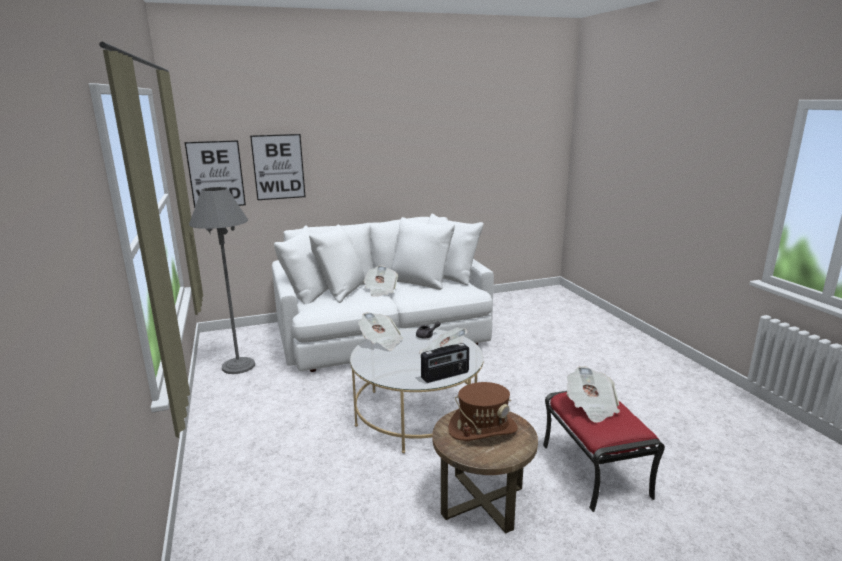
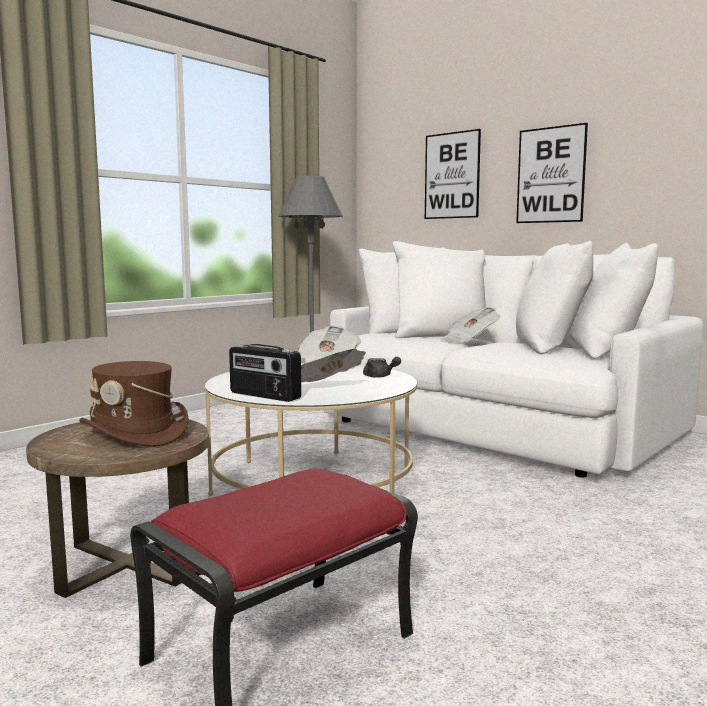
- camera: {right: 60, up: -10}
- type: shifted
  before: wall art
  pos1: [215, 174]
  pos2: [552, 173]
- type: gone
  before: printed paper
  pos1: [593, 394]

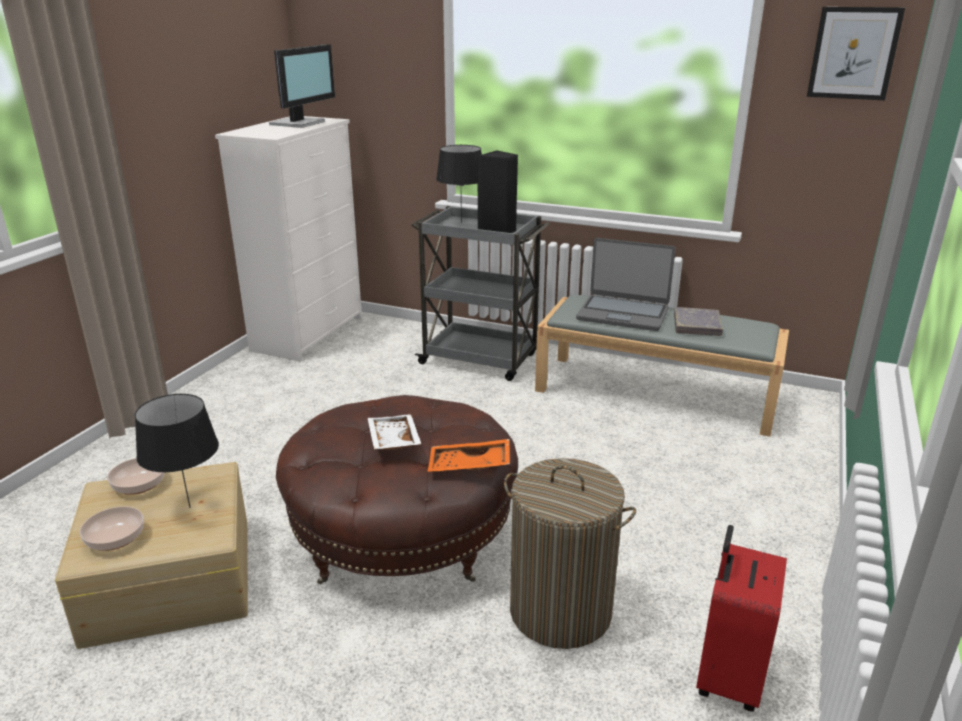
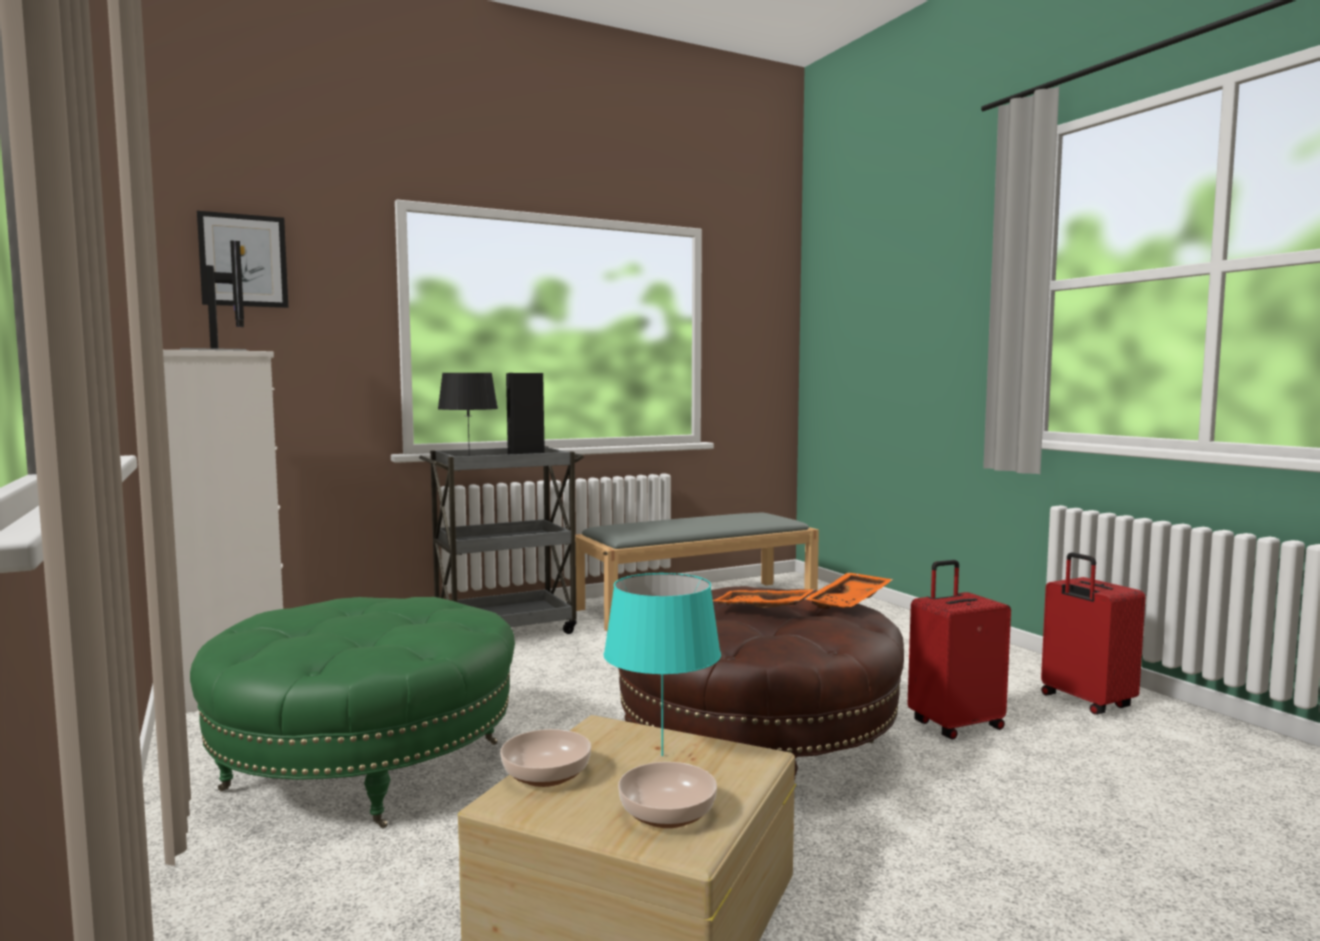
- camera: {right: -50, up: -20}
- type: new
  after: green ottoman
  pos2: [352, 712]
- type: shifted
  before: wall art
  pos1: [856, 53]
  pos2: [242, 259]
- type: repainted
  before: black lamp for a table
  after: turquoise-coloured lamp for a table
  pos1: [177, 451]
  pos2: [662, 664]
- type: repainted
  before: whitish carrying tray
  after: orange-coloured carrying tray
  pos1: [394, 432]
  pos2: [764, 598]
- type: swapped
  before: washing basket
  after: red-coloured piece of luggage
  pos1: [570, 553]
  pos2: [959, 650]
- type: gone
  before: notebook computer
  pos1: [626, 284]
- type: gone
  before: greyish bound book
  pos1: [698, 321]

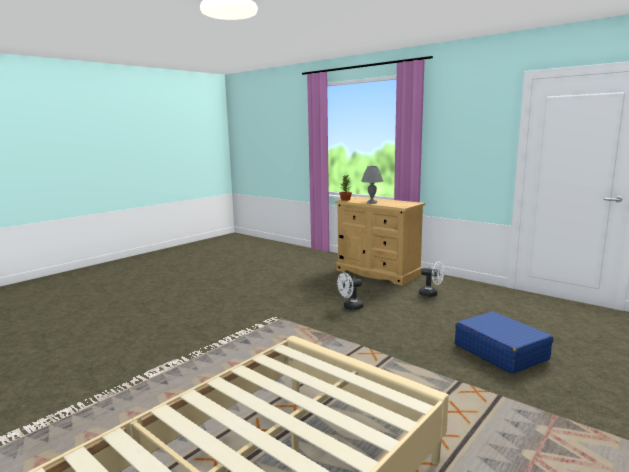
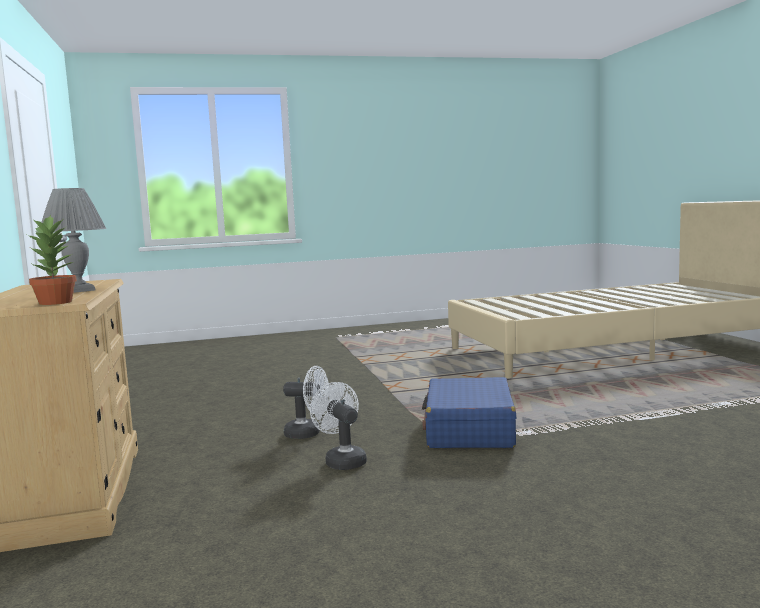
- camera: {right: -145, up: -5}
- type: shifted
  before: whitish electric fan
  pos1: [431, 279]
  pos2: [338, 426]
- type: shifted
  before: bluish piece of luggage
  pos1: [504, 342]
  pos2: [469, 412]

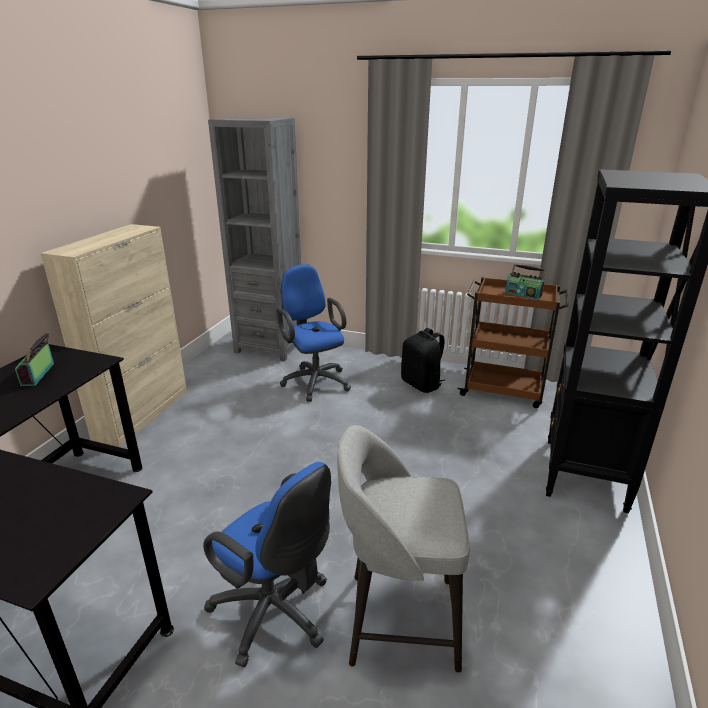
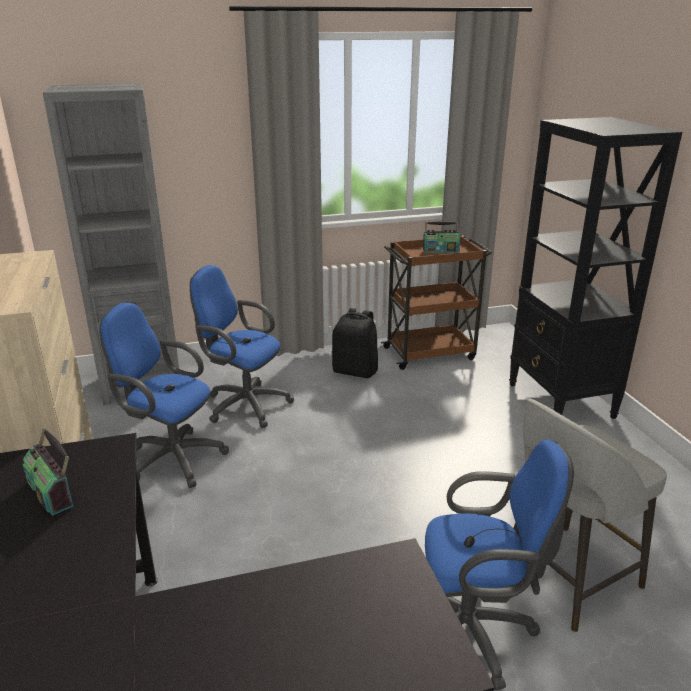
- camera: {right: -35, up: 0}
- type: new
  after: bluish desk chair
  pos2: [164, 395]

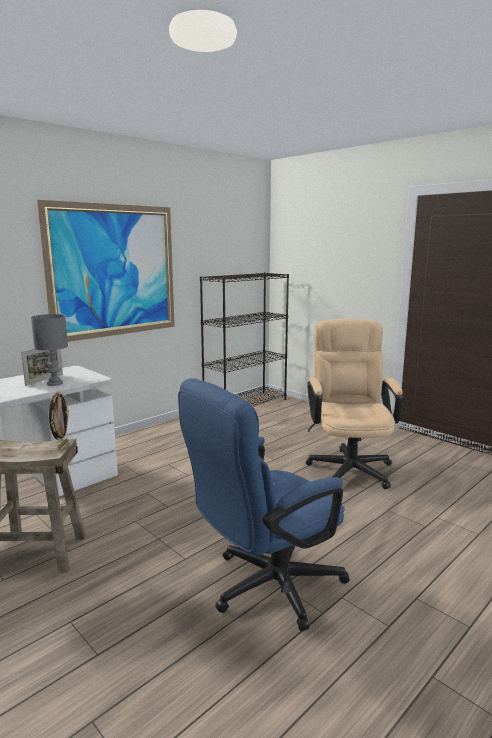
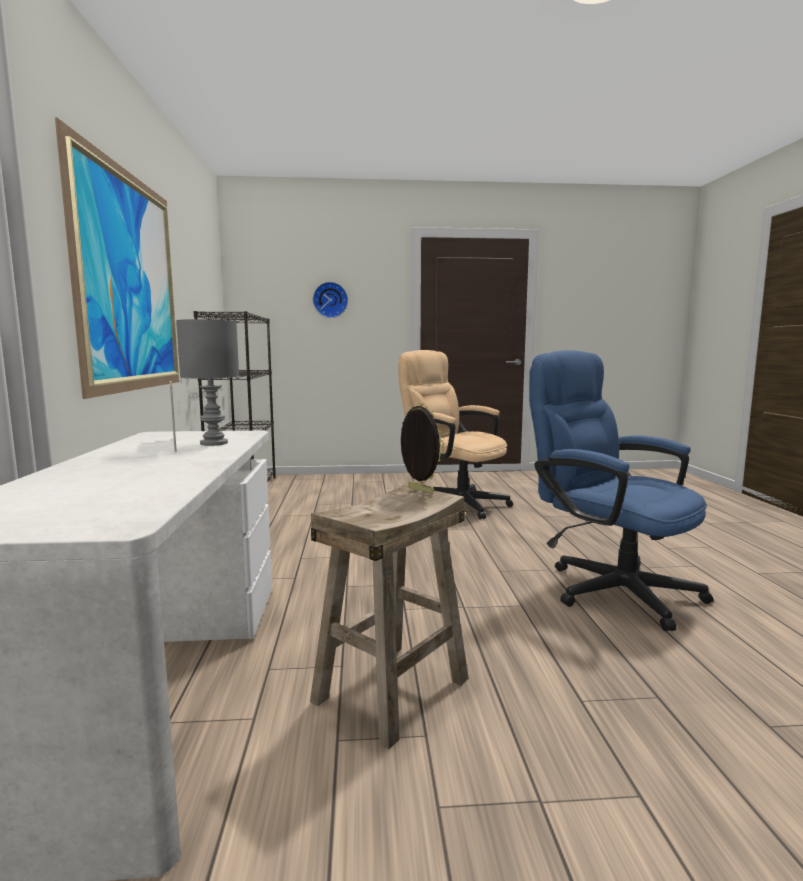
- camera: {right: -50, up: -5}
- type: new
  after: hanging clock
  pos2: [330, 300]
- type: rotated
  before: bluish desk chair
  pos1: [263, 504]
  pos2: [621, 490]
  turn: 135

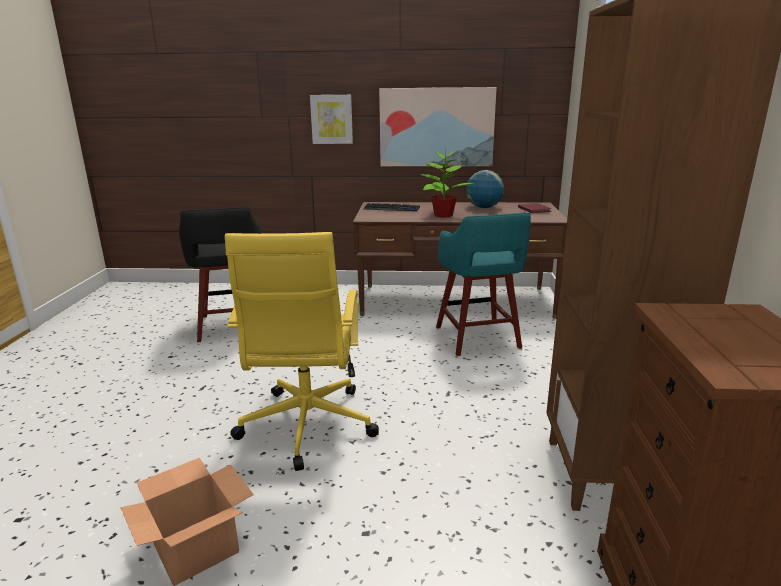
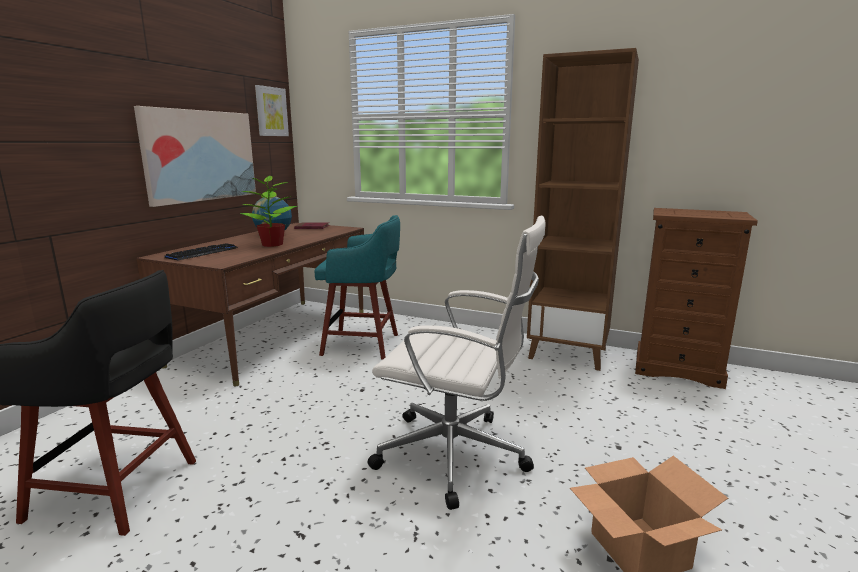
- camera: {right: -70, up: -5}
- type: shifted
  before: wall art
  pos1: [331, 119]
  pos2: [272, 110]
- type: repainted
  before: yellow-coloured desk chair
  after: whitish desk chair
  pos1: [302, 351]
  pos2: [456, 363]

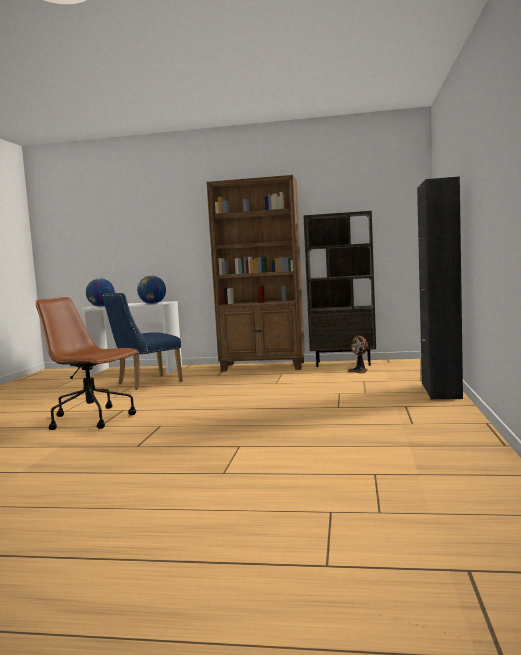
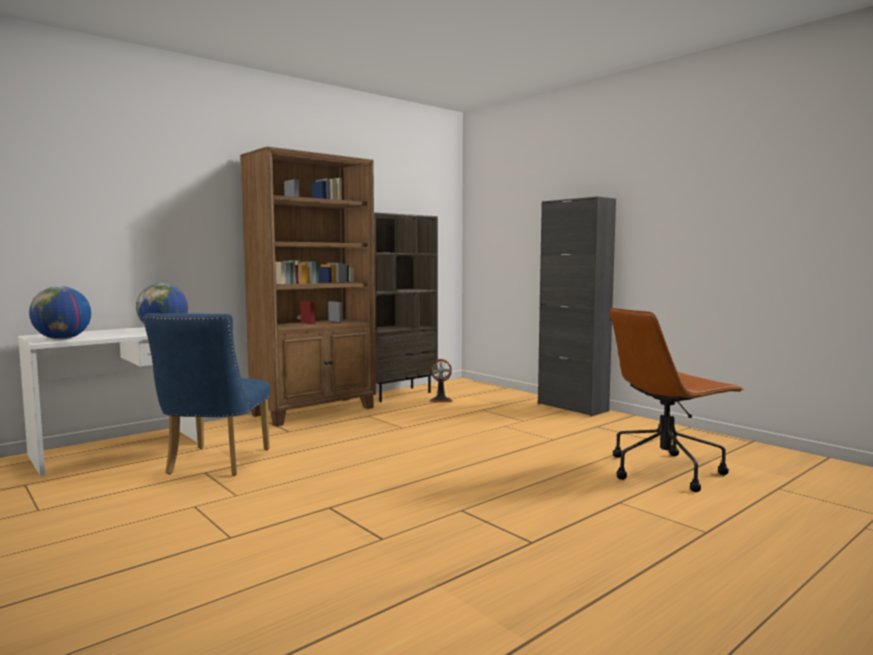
- camera: {right: -50, up: 0}
- type: shifted
  before: brownish desk chair
  pos1: [87, 363]
  pos2: [677, 400]

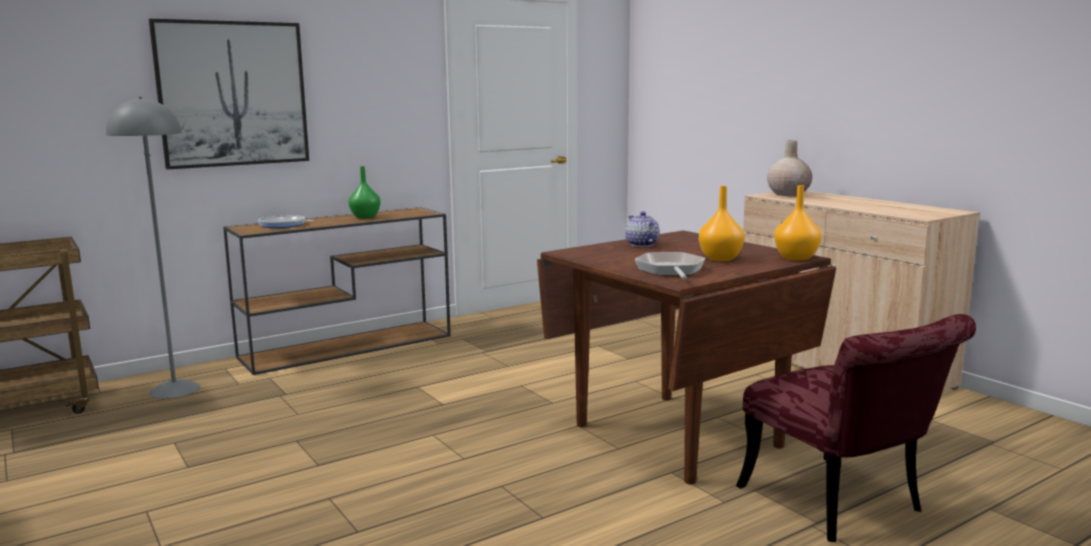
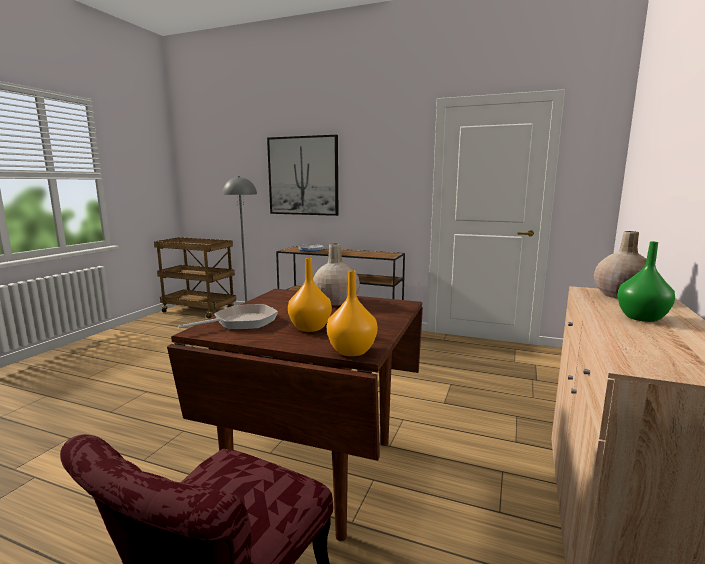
- camera: {right: 55, up: 0}
- type: swapped
  before: pot for tea
  after: beige flower vase
  pos1: [642, 229]
  pos2: [336, 274]
- type: shifted
  before: green flower vase
  pos1: [364, 192]
  pos2: [646, 281]

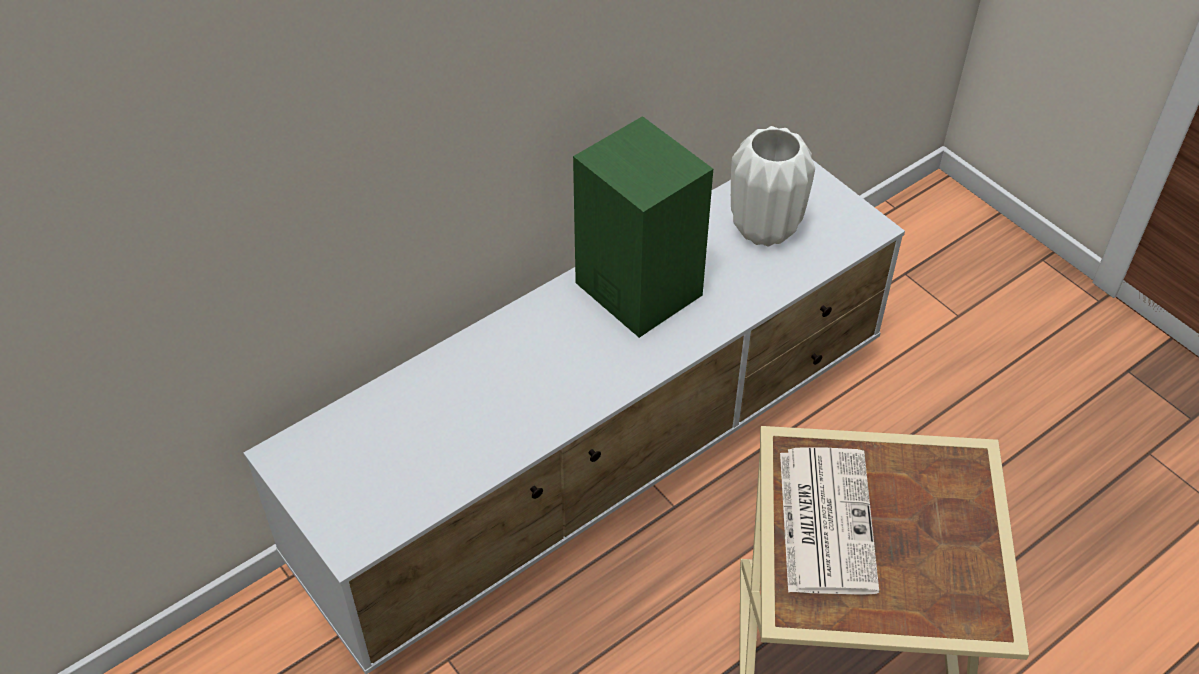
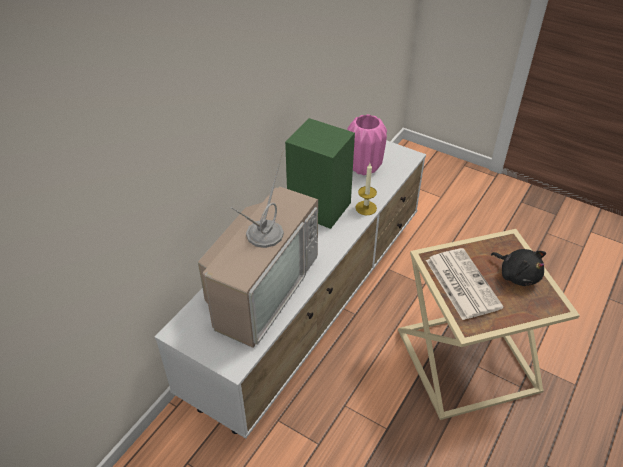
- camera: {right: -20, up: -5}
- type: new
  after: television
  pos2: [258, 249]
- type: repainted
  before: whitish flower vase
  after: pink-coloured flower vase
  pos1: [773, 186]
  pos2: [367, 144]
- type: new
  after: wax light
  pos2: [366, 189]
- type: new
  after: black cuddly toy
  pos2: [518, 267]

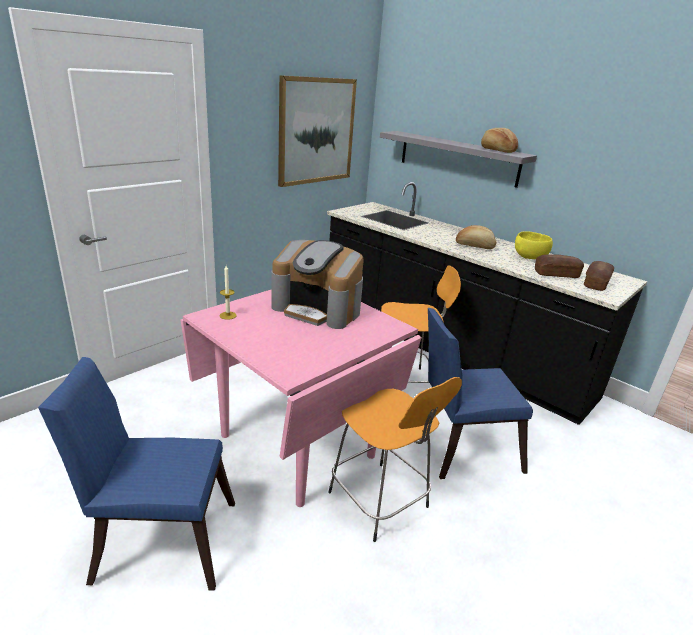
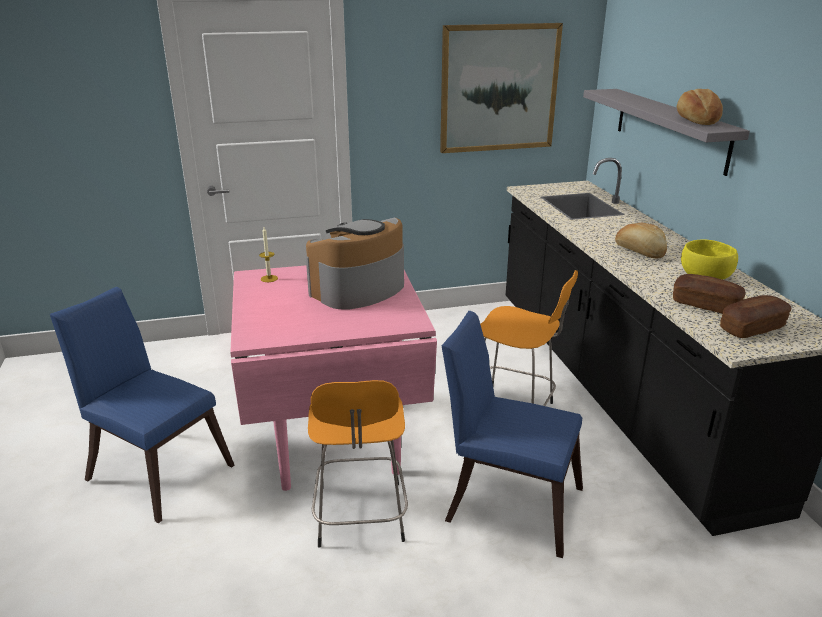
- camera: {right: 35, up: 0}
- type: rotated
  before: coffee brewer
  pos1: [317, 284]
  pos2: [355, 263]
  turn: 75

